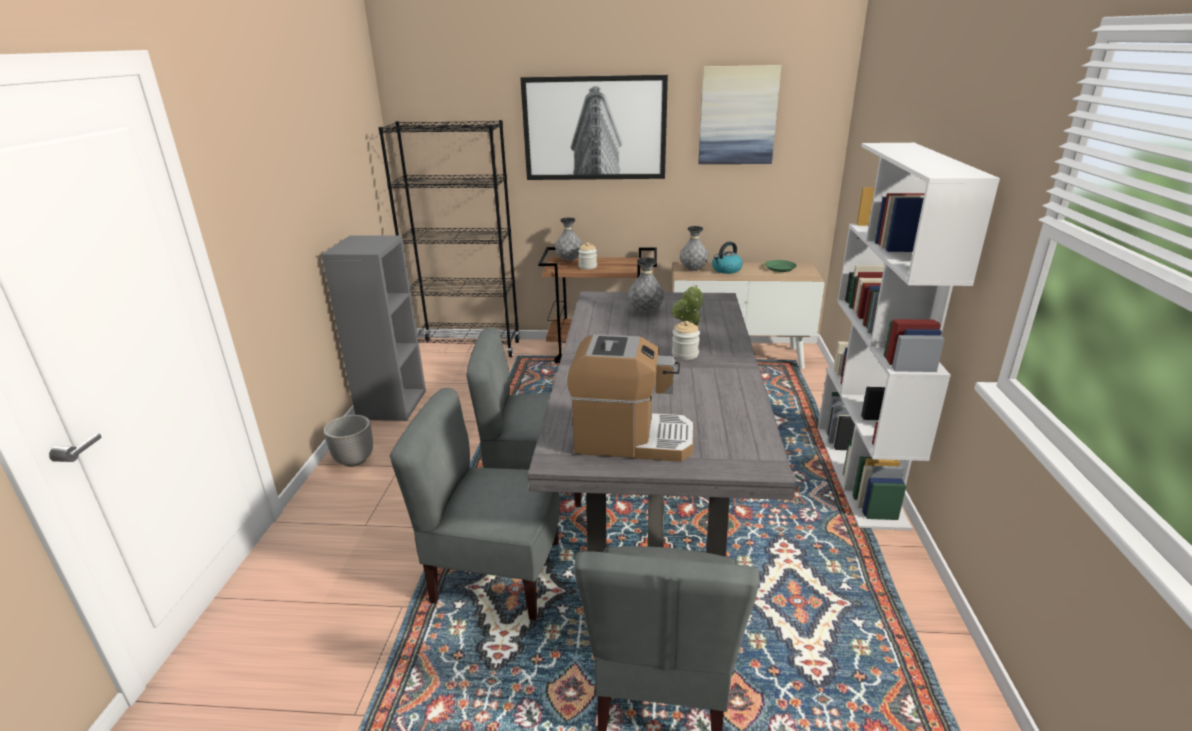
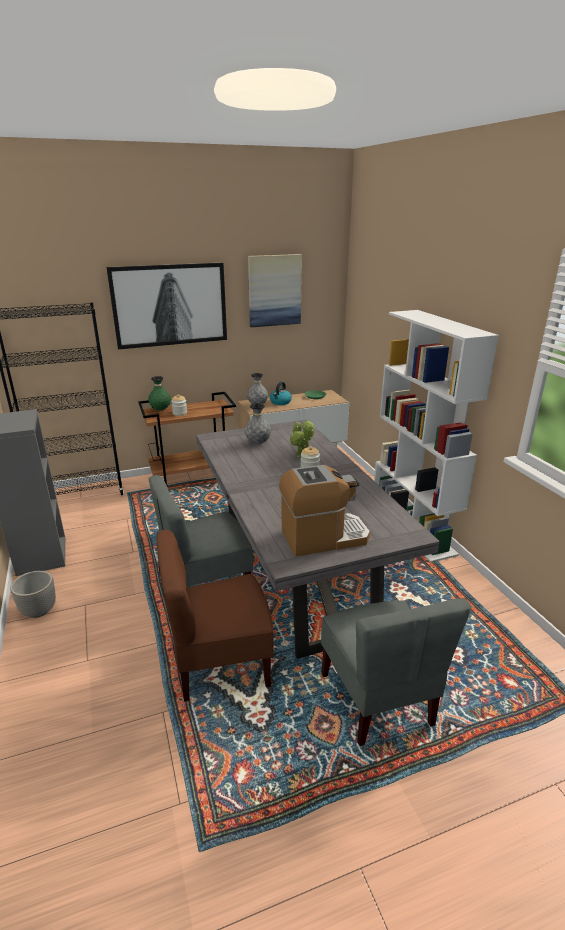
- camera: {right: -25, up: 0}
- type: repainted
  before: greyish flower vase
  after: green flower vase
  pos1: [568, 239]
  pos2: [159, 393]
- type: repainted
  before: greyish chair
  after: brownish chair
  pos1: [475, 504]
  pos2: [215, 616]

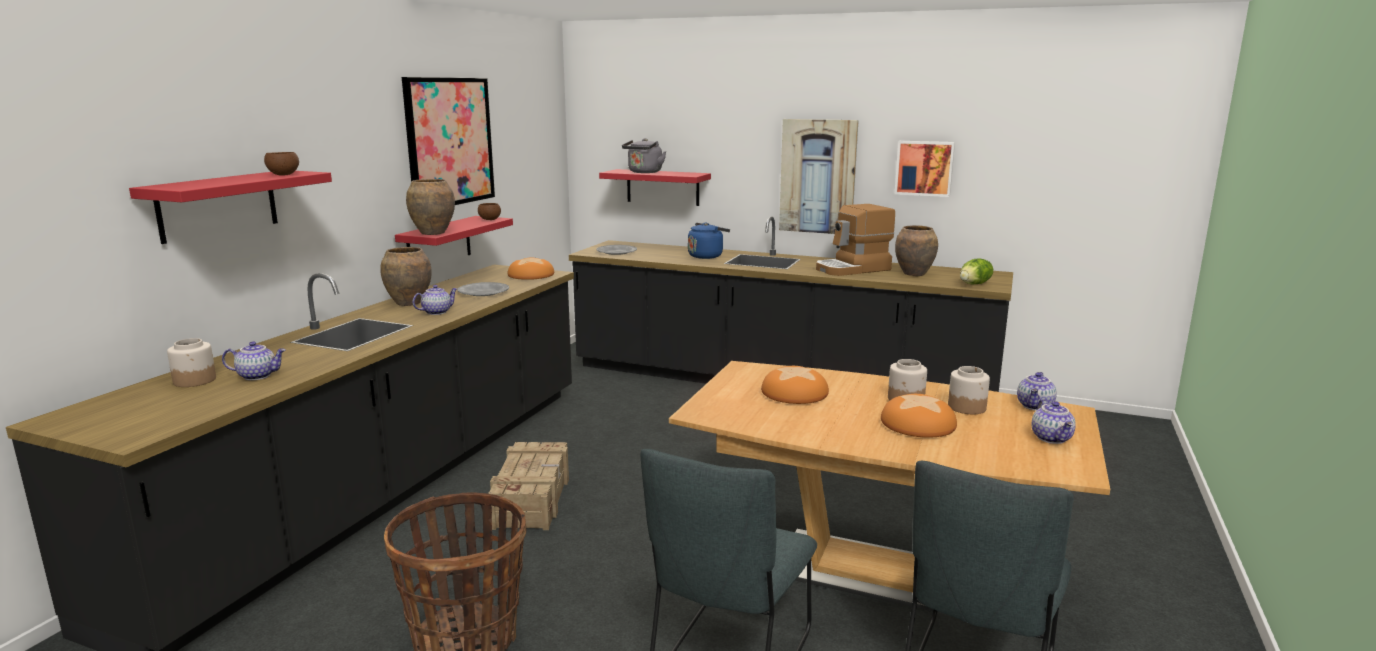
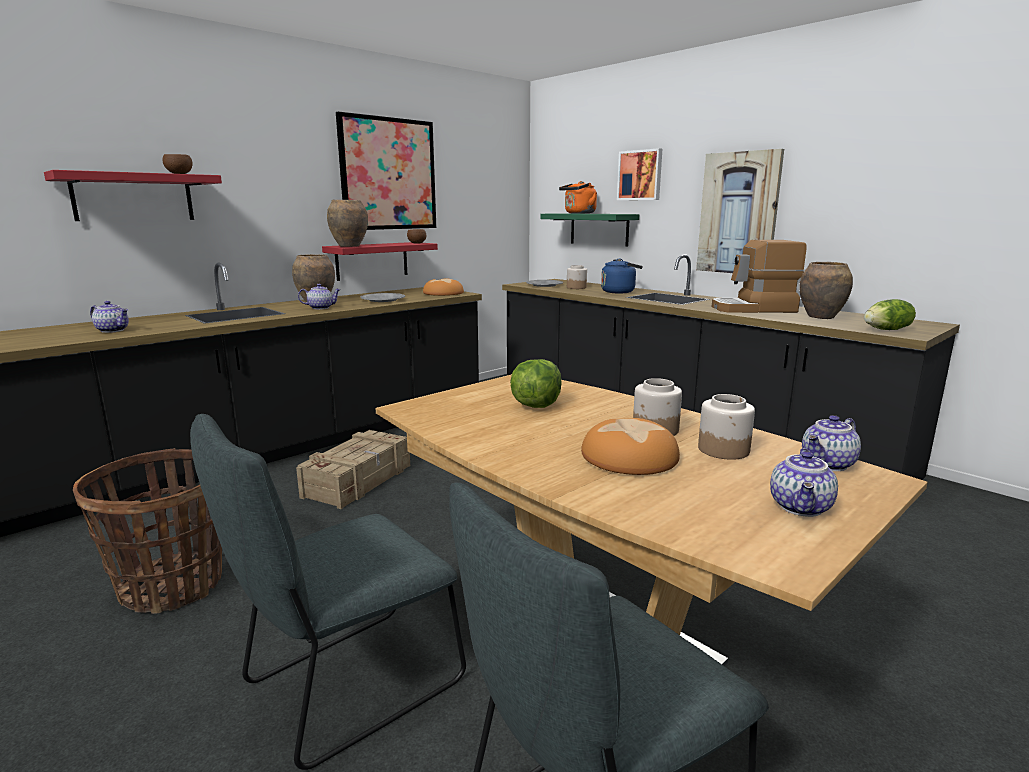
- camera: {right: 25, up: 0}
- type: swapped
  before: bread
  after: head of lettuce
  pos1: [795, 385]
  pos2: [536, 383]
- type: repainted
  before: red-coloured shelf
  after: green shelf
  pos1: [655, 187]
  pos2: [590, 230]
- type: repainted
  before: greyish water kettle
  after: orange-coloured water kettle
  pos1: [644, 155]
  pos2: [578, 197]
- type: shifted
  before: storage jar
  pos1: [191, 362]
  pos2: [577, 277]
- type: shifted
  before: wall art
  pos1: [925, 169]
  pos2: [639, 174]

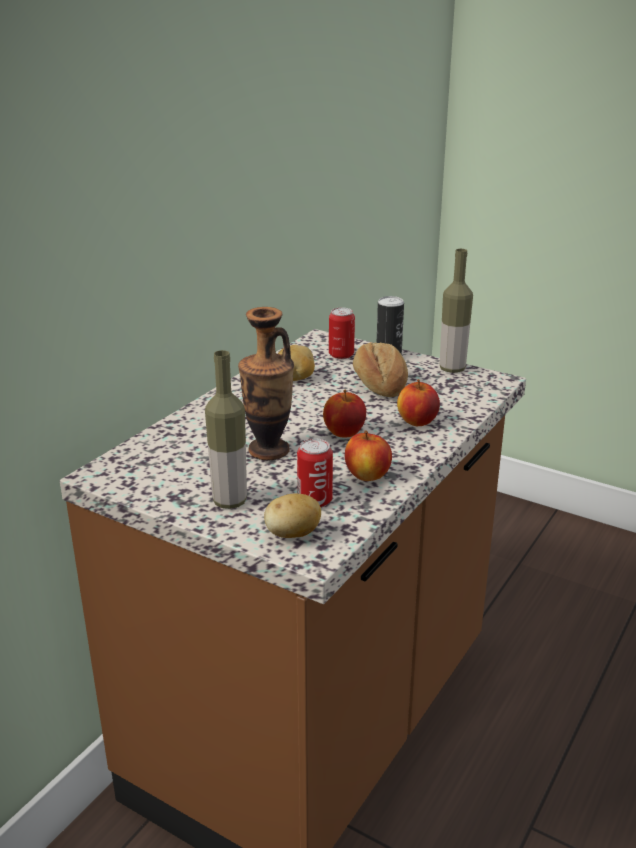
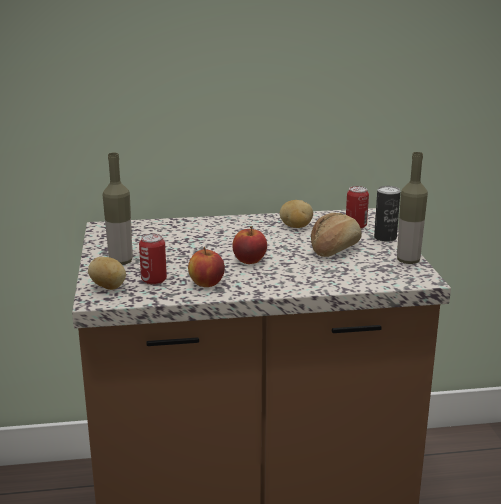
- camera: {right: 50, up: -5}
- type: gone
  before: flower vase
  pos1: [266, 383]
- type: gone
  before: apple
  pos1: [418, 402]

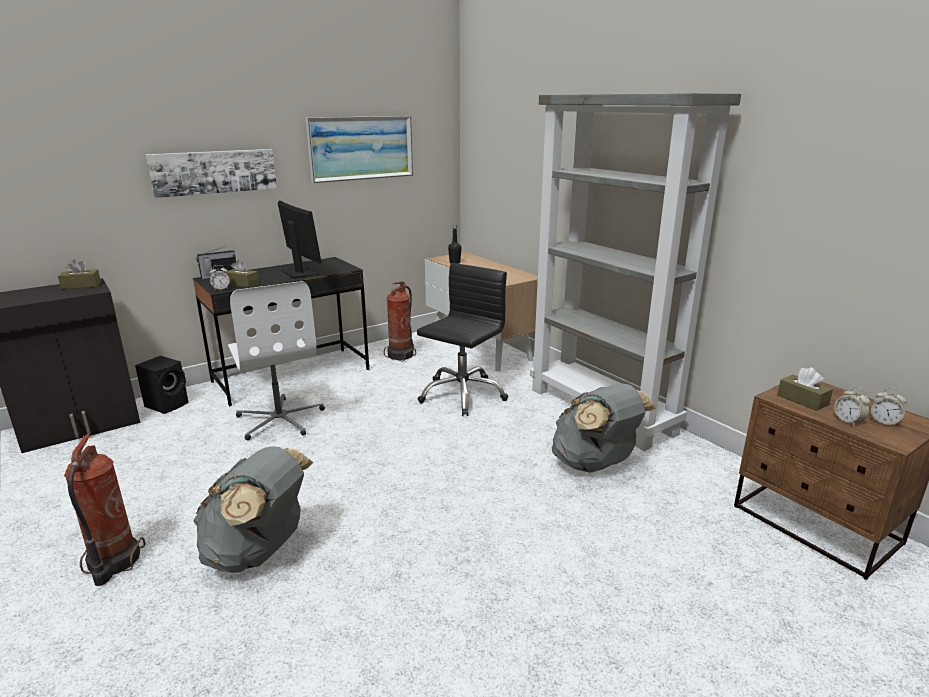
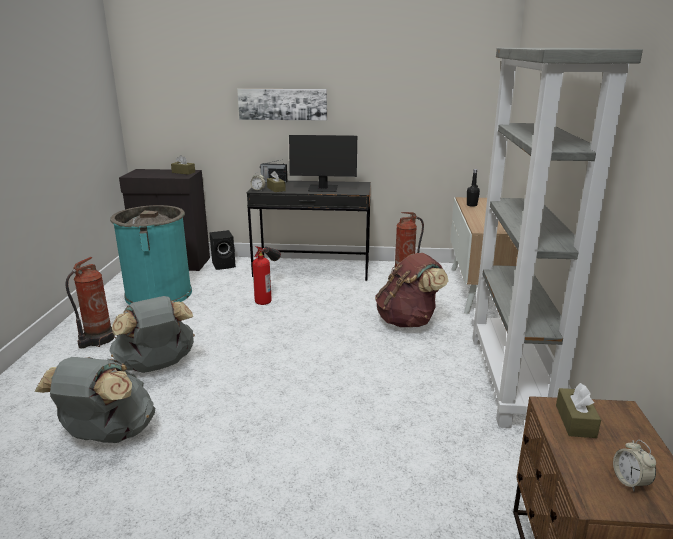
- camera: {right: 40, up: 0}
- type: shifted
  before: greyish rucksack
  pos1: [604, 428]
  pos2: [94, 400]
- type: new
  after: turquoise-coloured rubbish bin
  pos2: [151, 255]
- type: swapped
  before: whitish desk chair
  after: fire-fighting cylinder
  pos1: [276, 361]
  pos2: [266, 275]
- type: rotated
  before: computer display
  pos1: [300, 239]
  pos2: [323, 163]
  turn: 90
- type: swapped
  before: black desk chair
  after: brownish rucksack
  pos1: [462, 339]
  pos2: [411, 290]
- type: gone
  before: wall art
  pos1: [359, 149]
- type: gone
  before: bedside clock
  pos1: [852, 406]

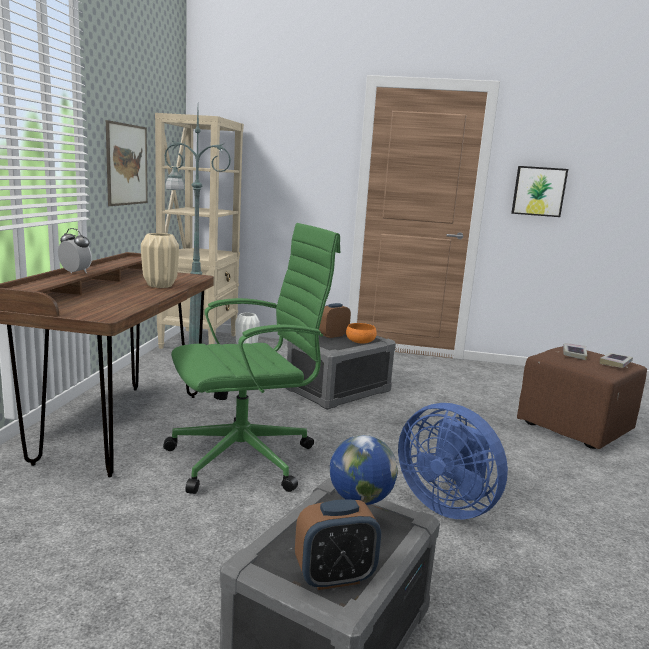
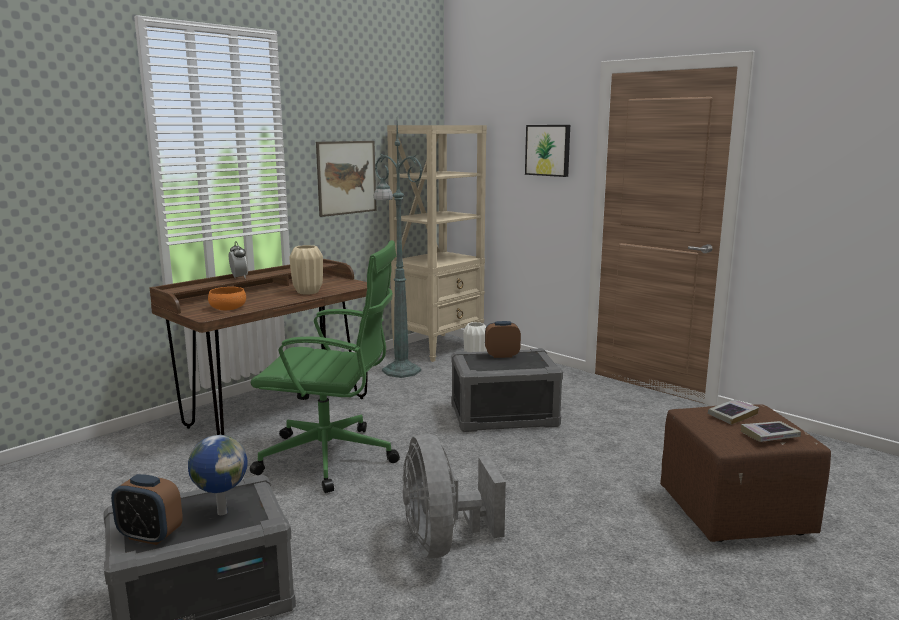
- camera: {right: 35, up: 0}
- type: shifted
  before: orange-coloured serving bowl
  pos1: [361, 333]
  pos2: [227, 298]
- type: repainted
  before: bluish electric fan
  after: greyish electric fan
  pos1: [453, 461]
  pos2: [454, 496]
- type: shifted
  before: wall art
  pos1: [539, 191]
  pos2: [547, 151]

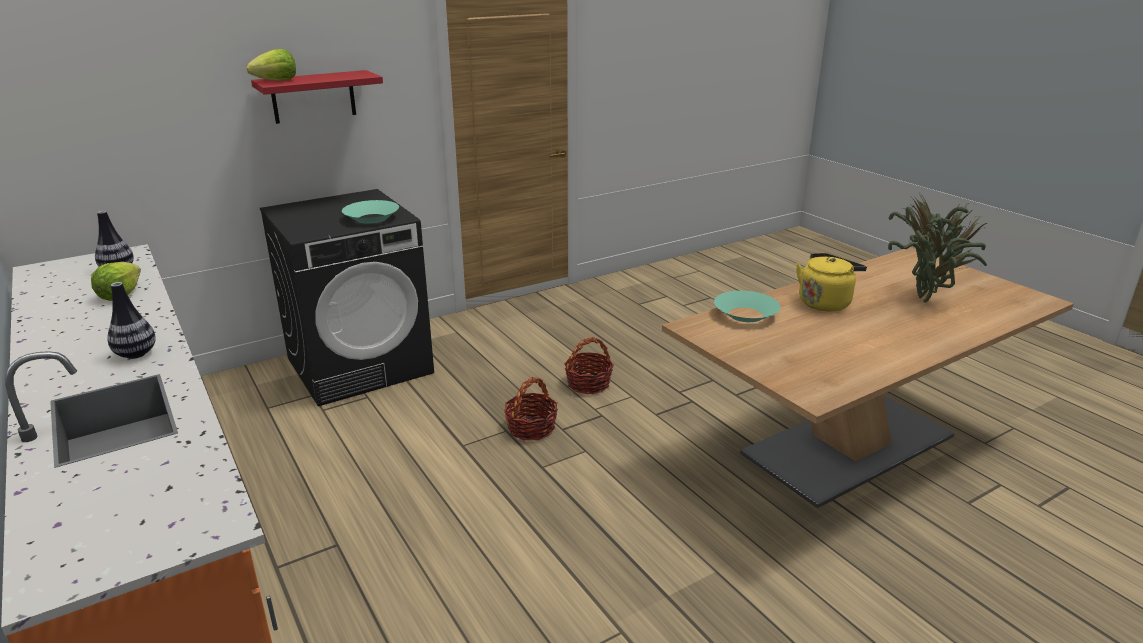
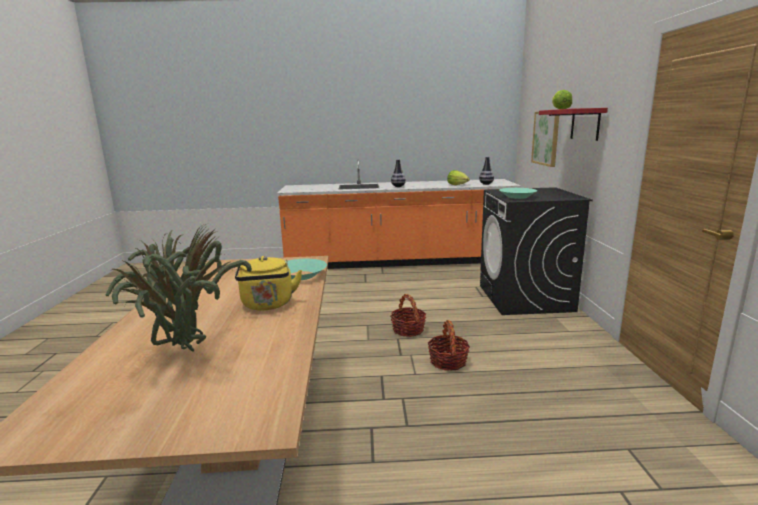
- camera: {right: 120, up: -10}
- type: new
  after: wall art
  pos2: [545, 139]

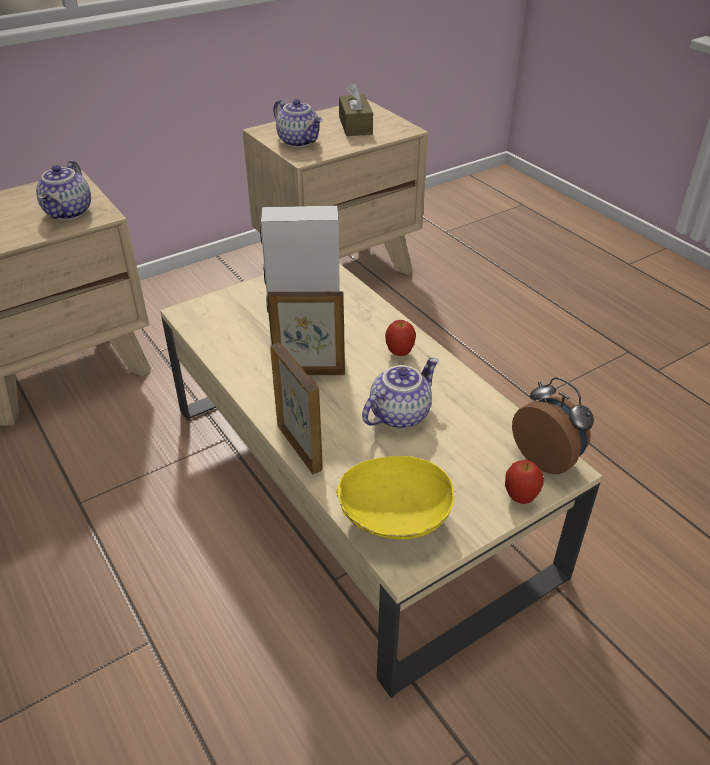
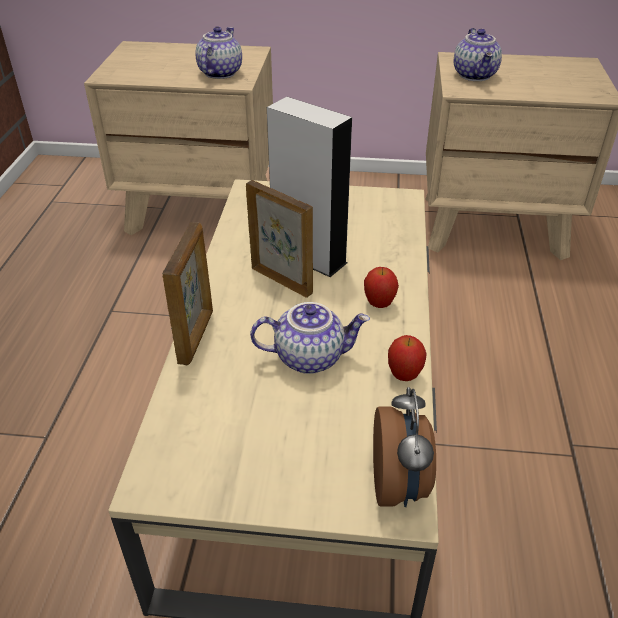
- camera: {right: 40, up: 0}
- type: rotated
  before: pot for tea
  pos1: [63, 190]
  pos2: [218, 52]
  turn: 150
- type: shifted
  before: apple
  pos1: [524, 482]
  pos2: [407, 358]
- type: gone
  before: yellow-coloured serving bowl
  pos1: [395, 497]
- type: gone
  before: brownish tissue holder
  pos1: [356, 109]

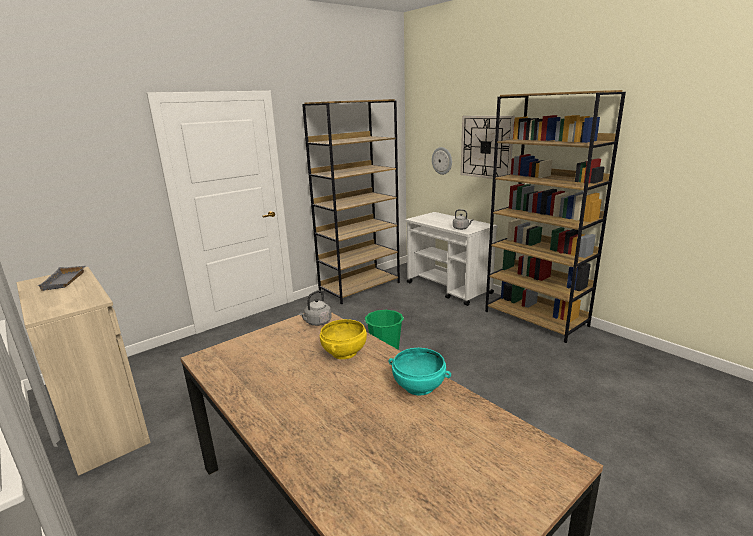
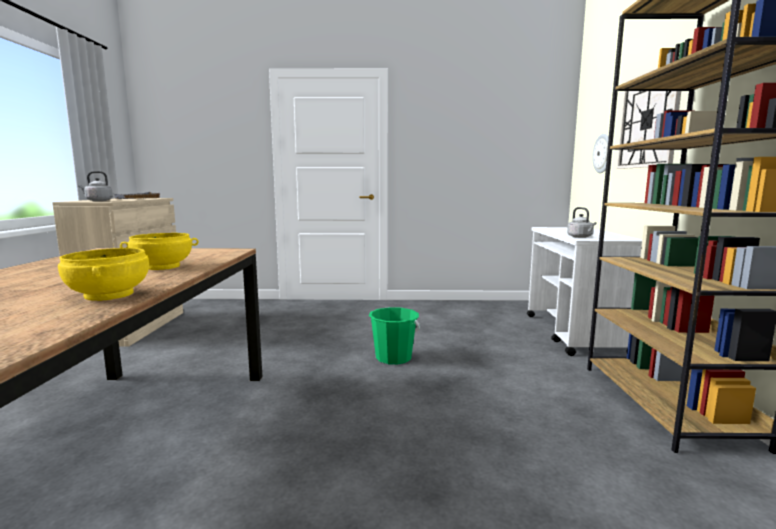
- camera: {right: 40, up: -10}
- type: repainted
  before: turquoise-coloured serving bowl
  after: yellow-coloured serving bowl
  pos1: [419, 371]
  pos2: [103, 274]
- type: shifted
  before: greyish water kettle
  pos1: [314, 308]
  pos2: [95, 186]
- type: gone
  before: brownish bookcase
  pos1: [351, 201]

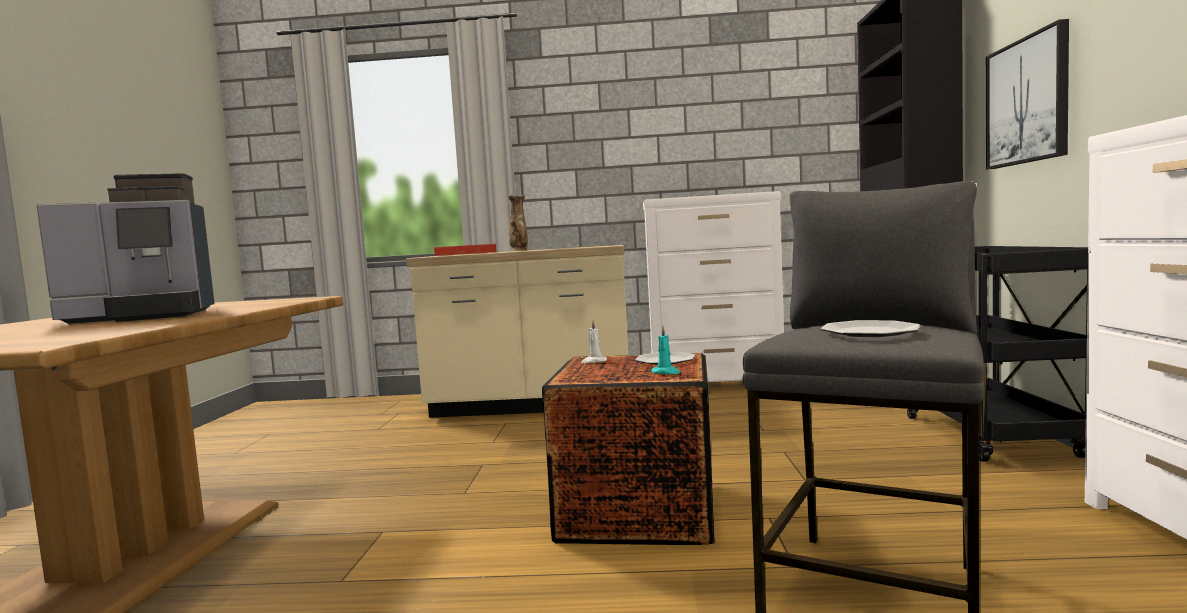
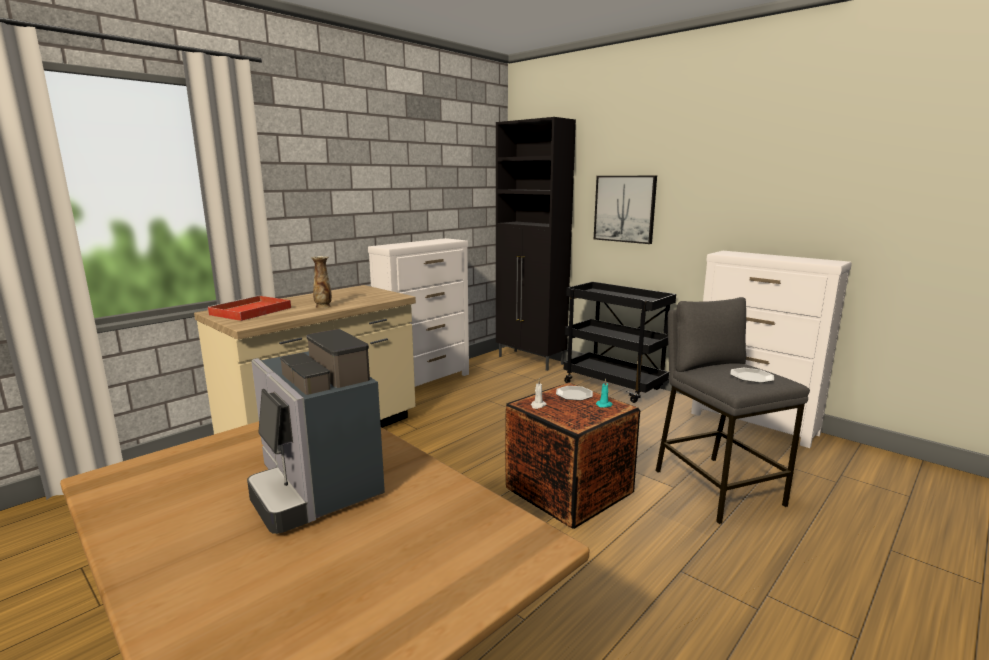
- camera: {right: -50, up: 10}
- type: rotated
  before: coffee brewer
  pos1: [126, 248]
  pos2: [316, 431]
  turn: 120

